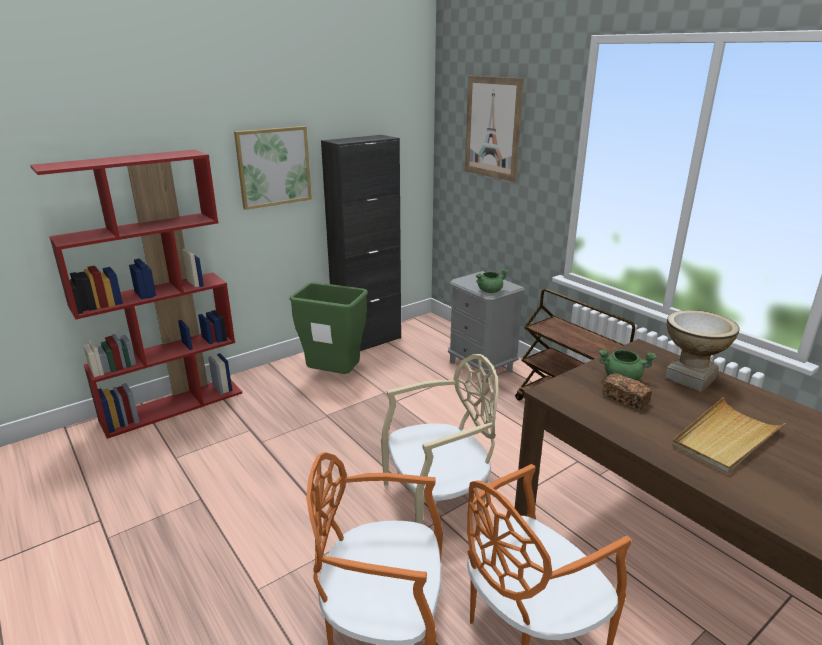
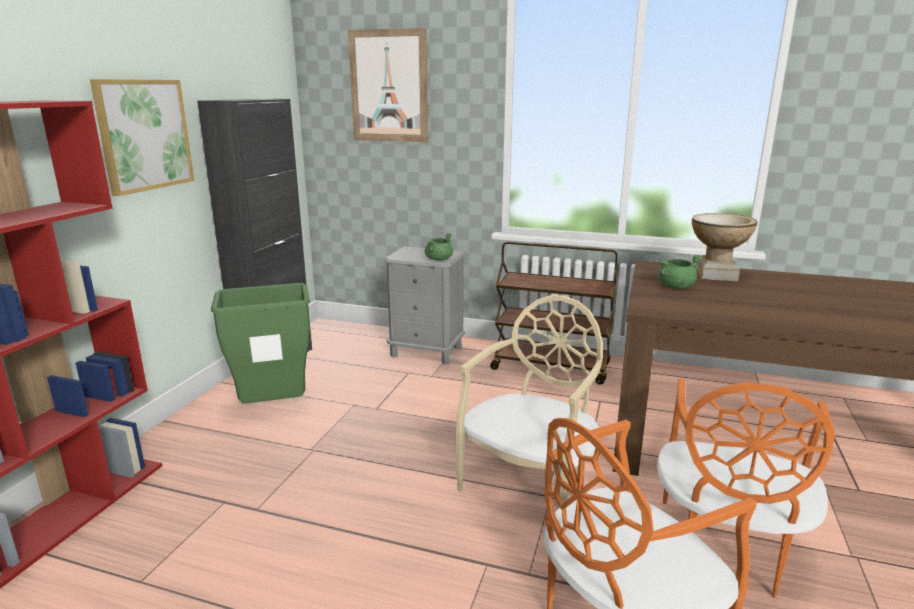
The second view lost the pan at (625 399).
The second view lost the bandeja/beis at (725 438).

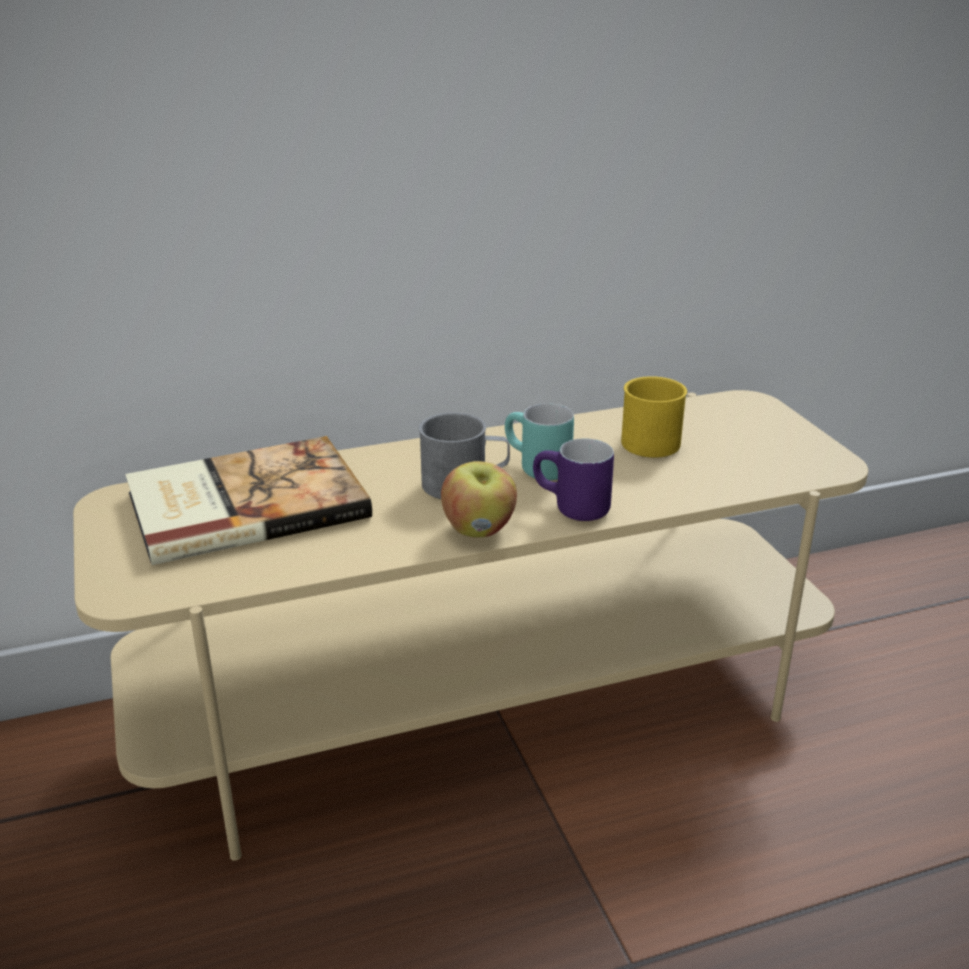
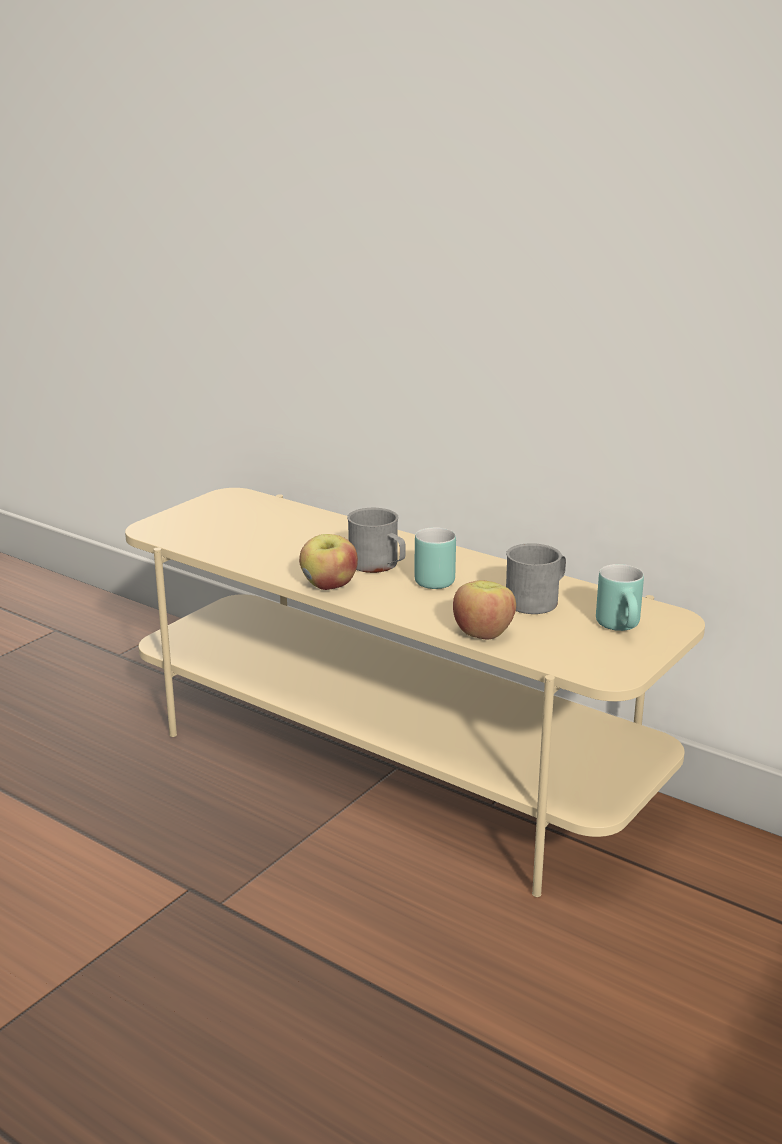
The second view gained the manzana at (483 633).
What was the taza grande/amarillo at (647 439) turned into the taza grande/gris at (537 600).
The second view gained the taza grande/turquesa at (623 628).
The second view lost the libro at (244 503).
The second view lost the taza grande/morado at (569 509).

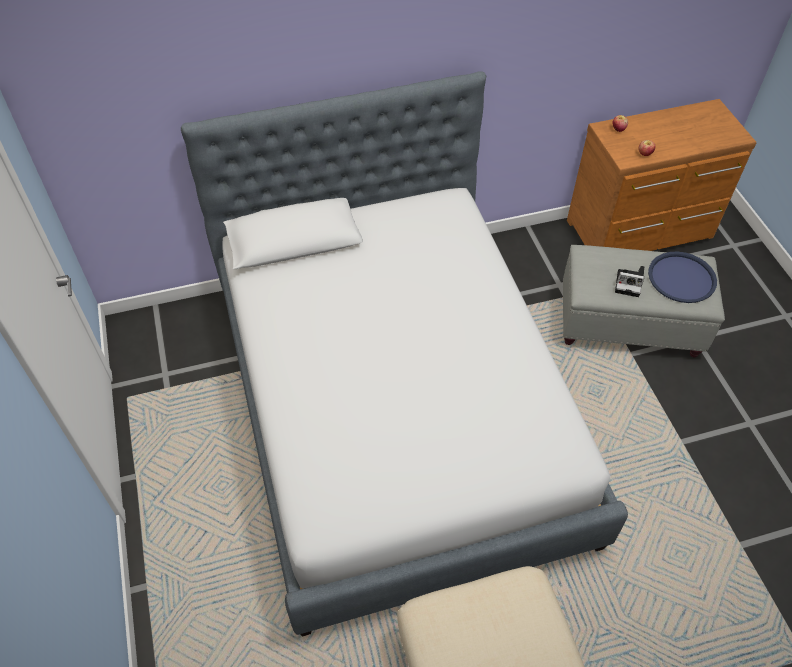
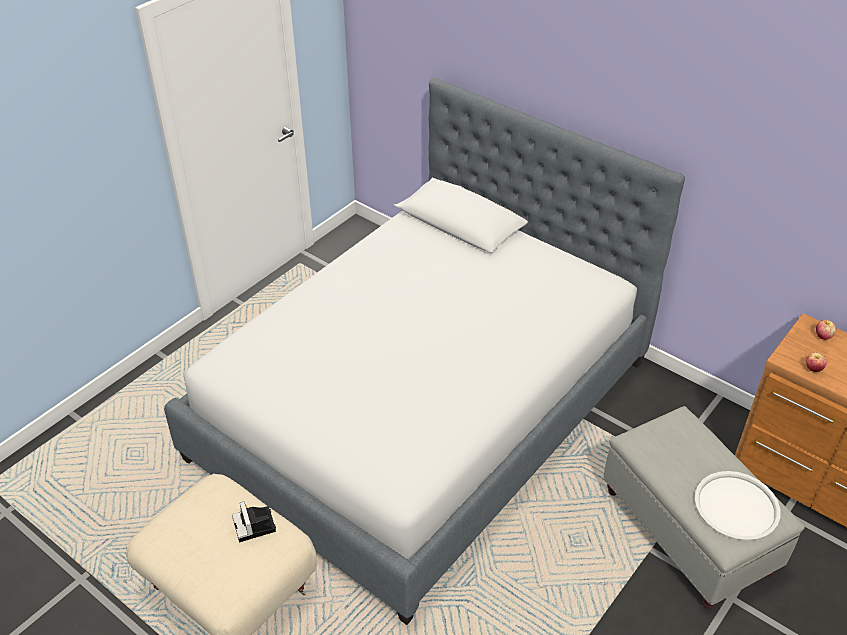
The cámara ended up elsewhere, having gone from (629 284) to (255 526).
What was the bandeja/azul at (681 278) turned into the bandeja/blanco at (736 506).

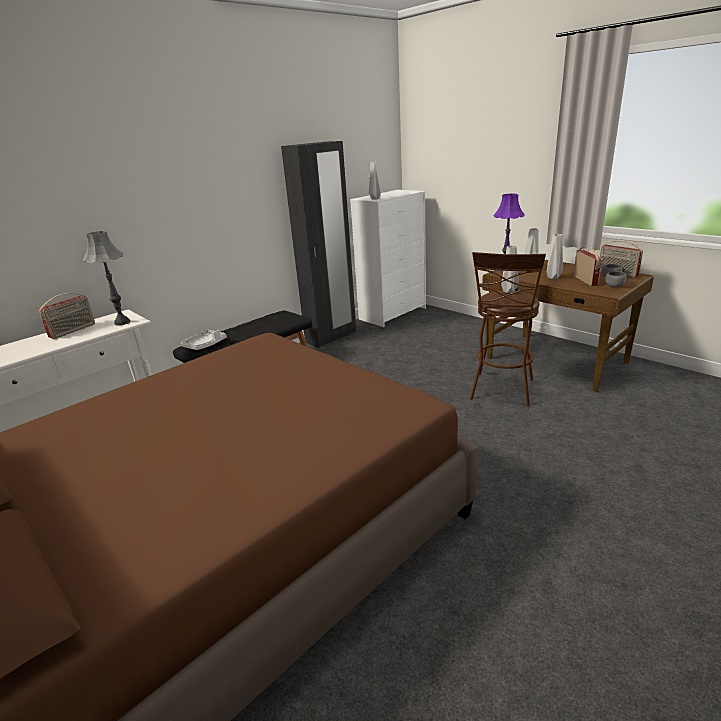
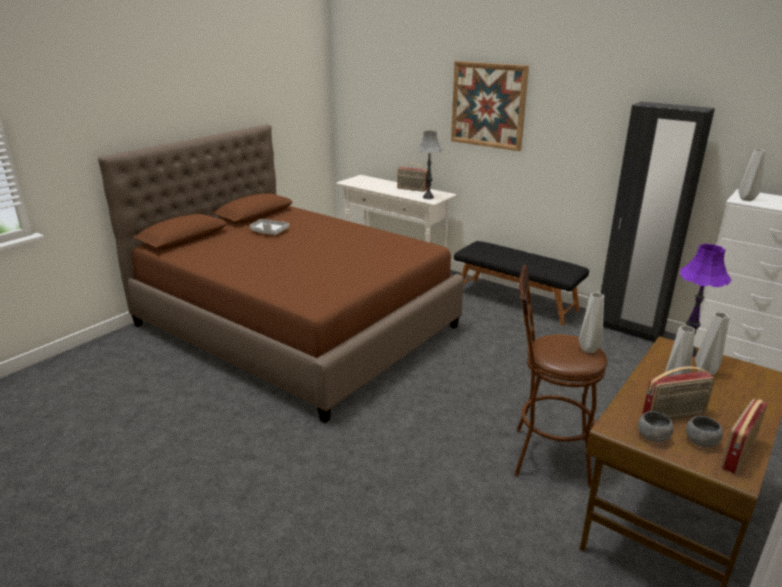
The bandeja/gris ended up elsewhere, having gone from (205 345) to (269 232).
The second view gained the cuadro at (488 105).

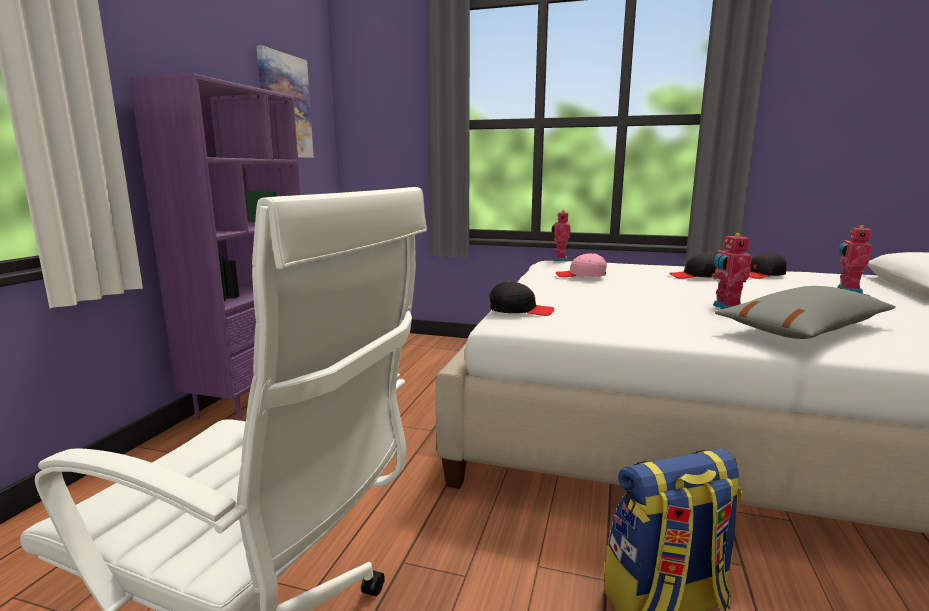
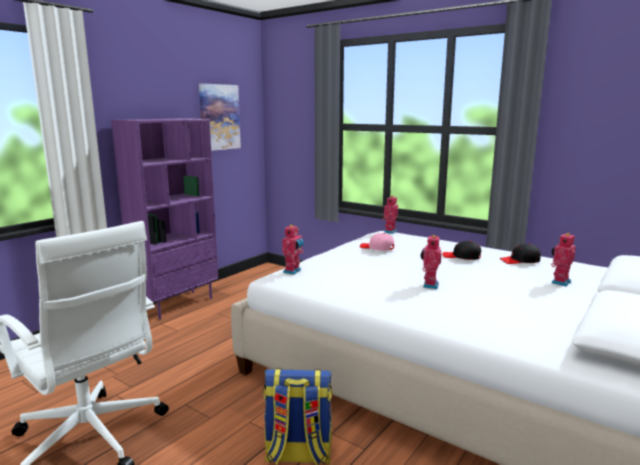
Where the gorra/negro stood at (520 310), the robot de juguete came to stand at (293 271).
The second view lost the cojín/gris at (804 329).

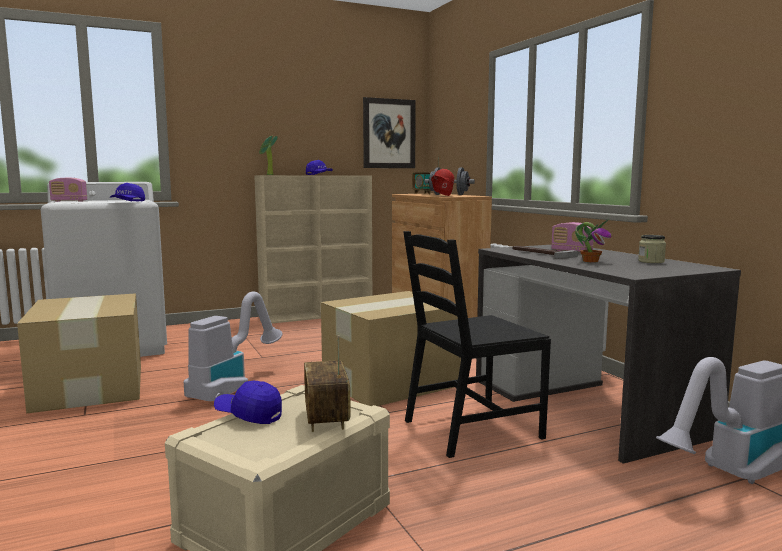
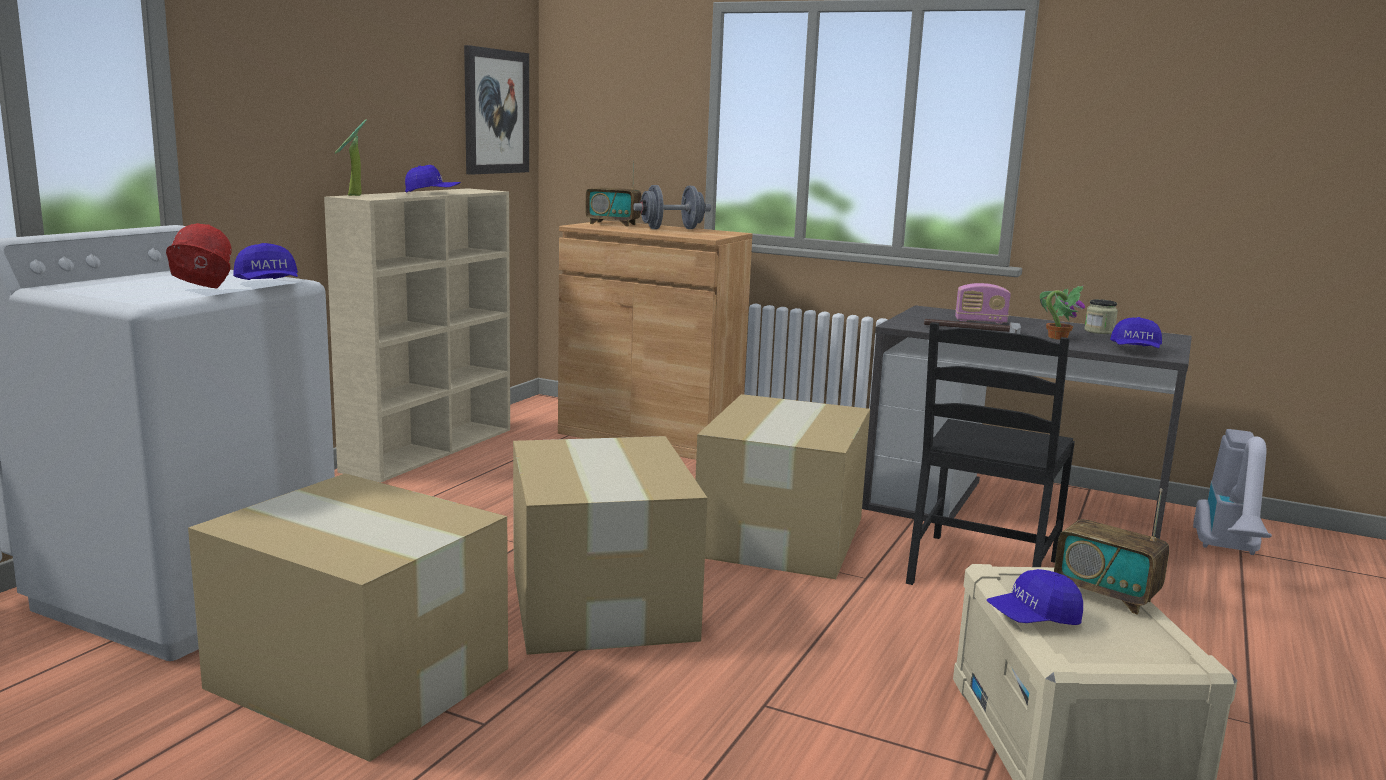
The casco/rojo ended up elsewhere, having gone from (441 196) to (200 292).
Where the aspiradora stood at (233 387), the caja de cartón came to stand at (599 603).
The second view gained the gorra/azul at (1135 350).
The second view lost the radio at (69 201).

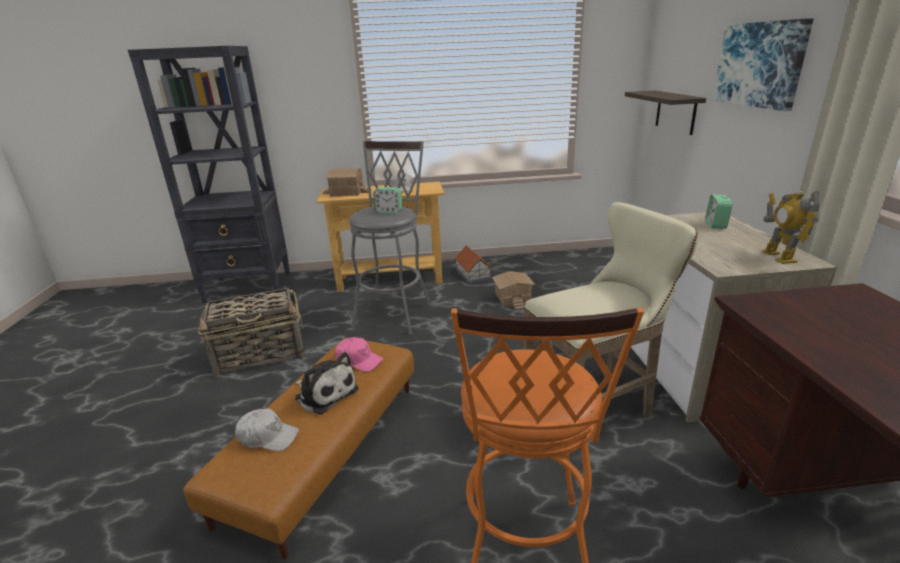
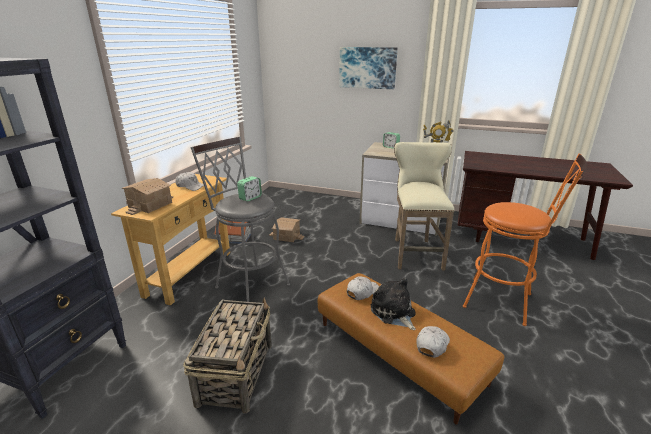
What was the gorra/rosa at (359 360) turned into the gorra/blanco at (362 292).
The peluche at (325 393) ended up facing another way, 90 degrees counterclockwise from before.
The second view lost the estante at (675 112).

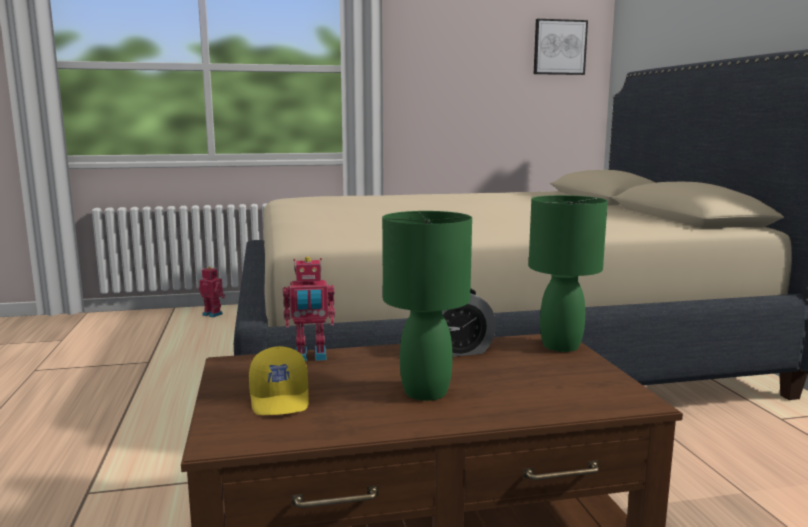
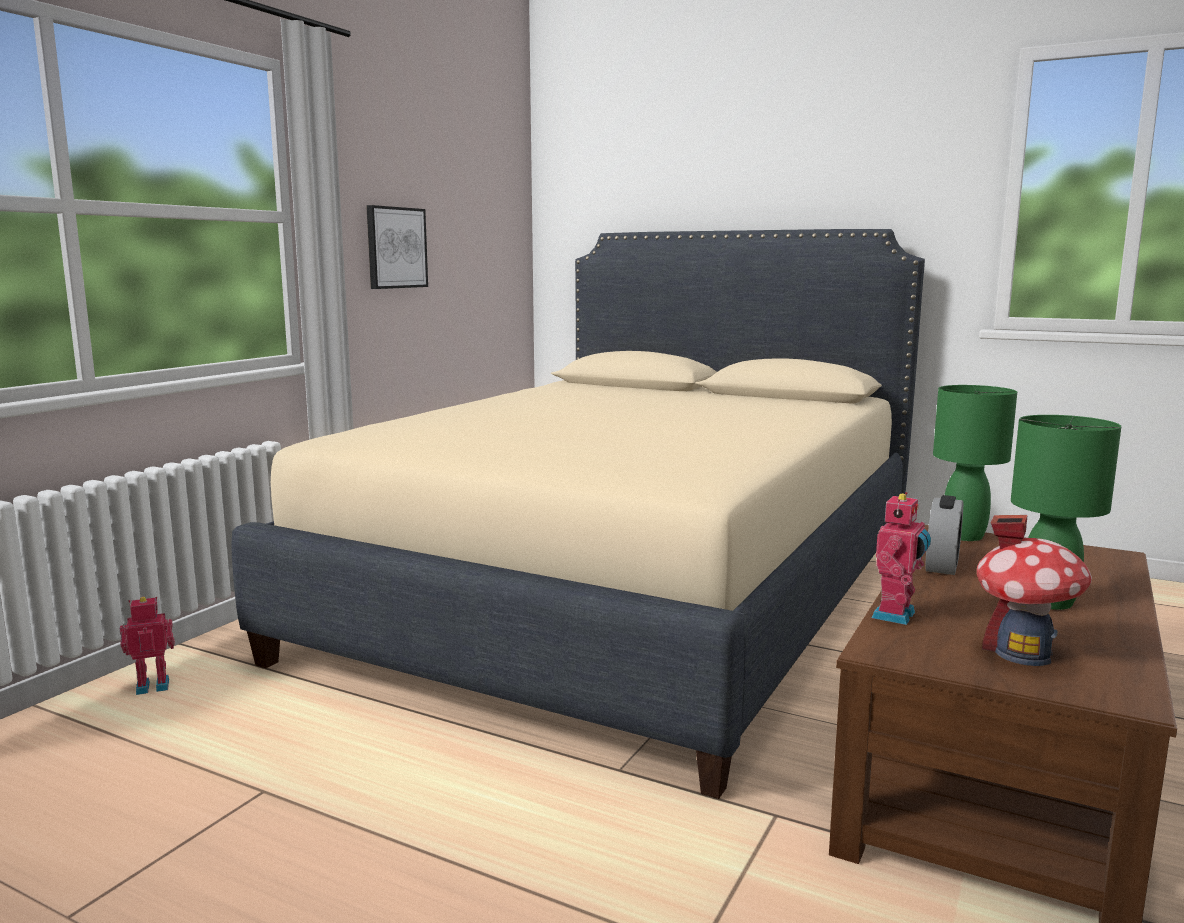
The cuadro ended up elsewhere, having gone from (559 47) to (395 247).
Where the gorra/amarillo stood at (281 399), the casita came to stand at (1023 653).

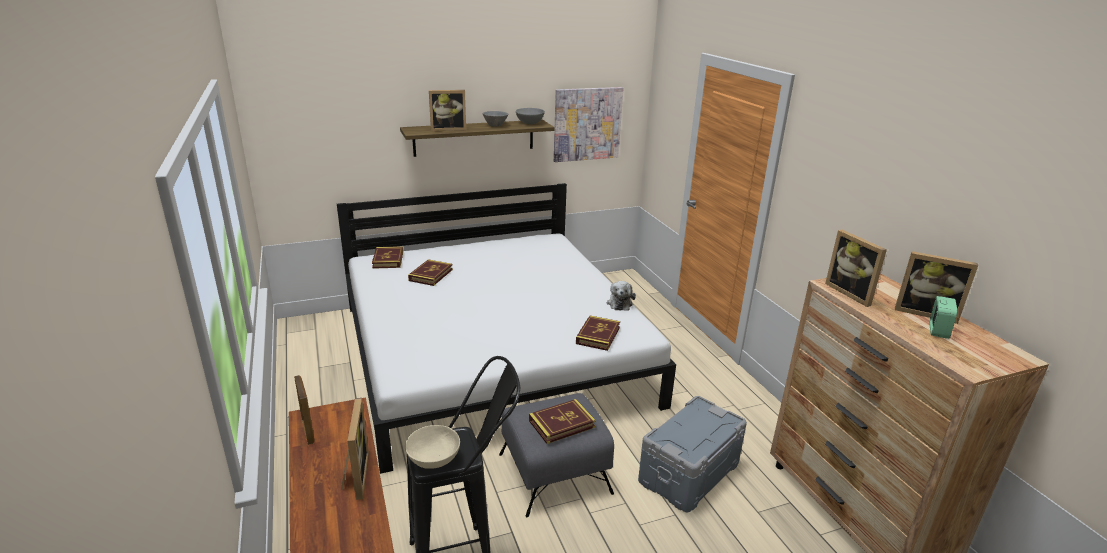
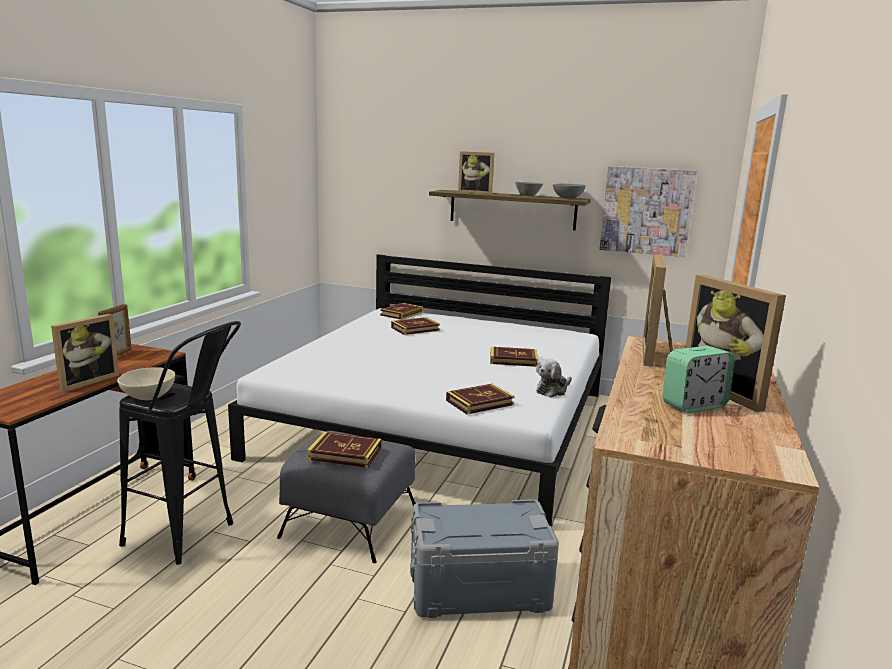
The second view gained the libro at (513 360).

